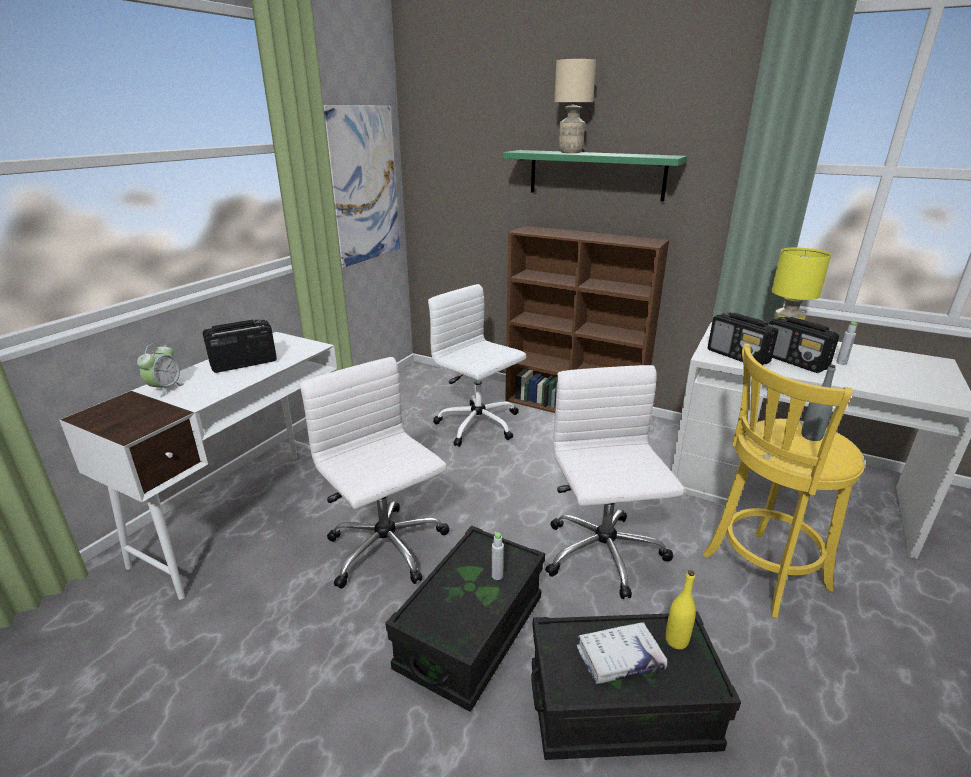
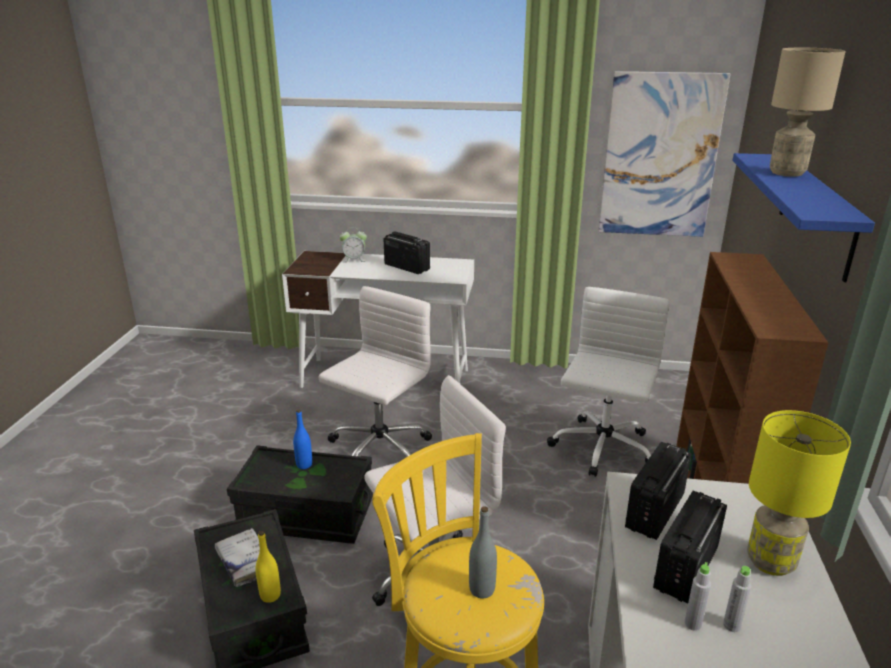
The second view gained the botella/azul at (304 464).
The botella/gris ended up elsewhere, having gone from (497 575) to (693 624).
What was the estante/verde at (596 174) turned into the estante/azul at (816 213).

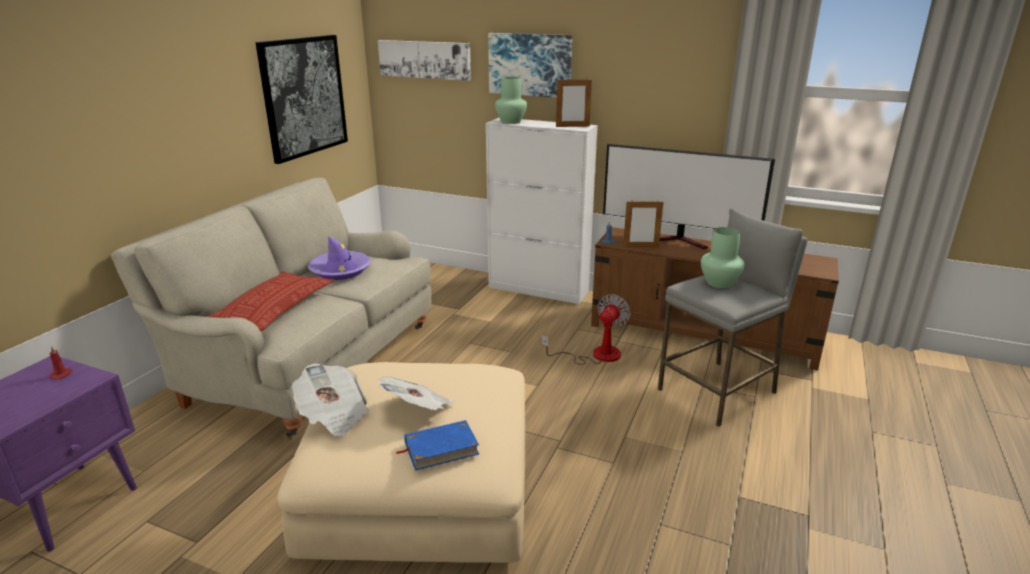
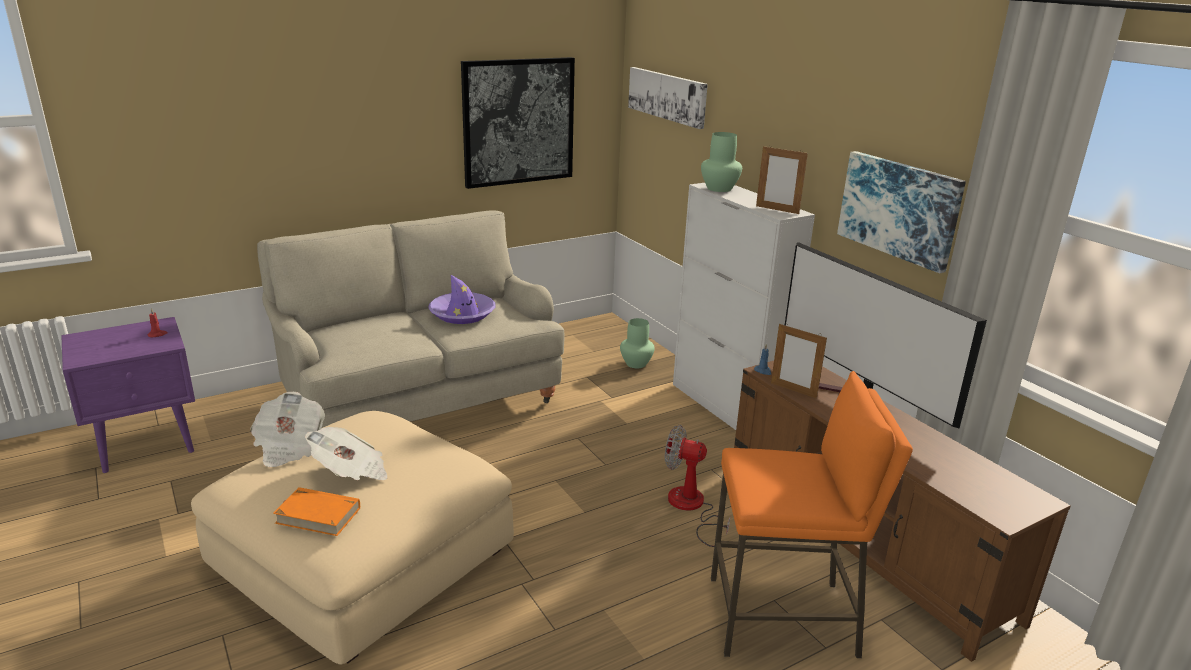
What was the libro/azul at (441 448) turned into the libro/naranja at (318 515).
The florero/verde ended up elsewhere, having gone from (718 283) to (636 363).
The ventilador at (596 355) ended up facing another way, 135 degrees counterclockwise from before.
What was the taburete/gris at (718 391) turned into the taburete/naranja at (783 617).
The cuadro ended up elsewhere, having gone from (530 64) to (899 209).
The second view lost the cojín at (275 307).

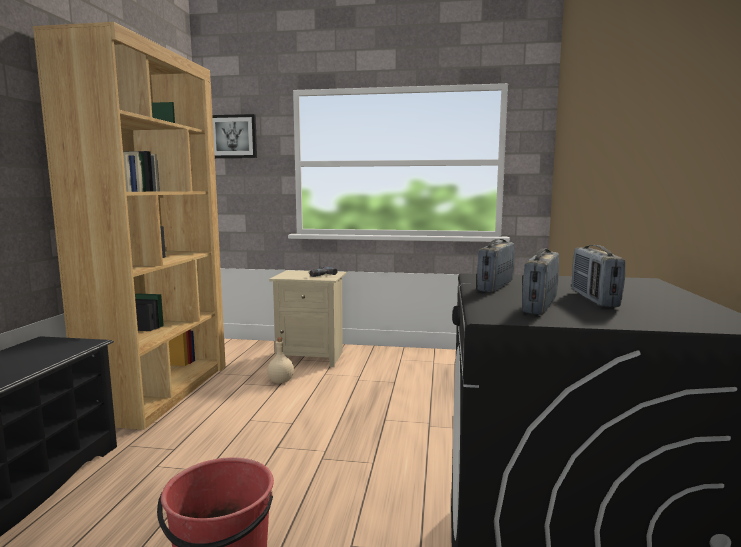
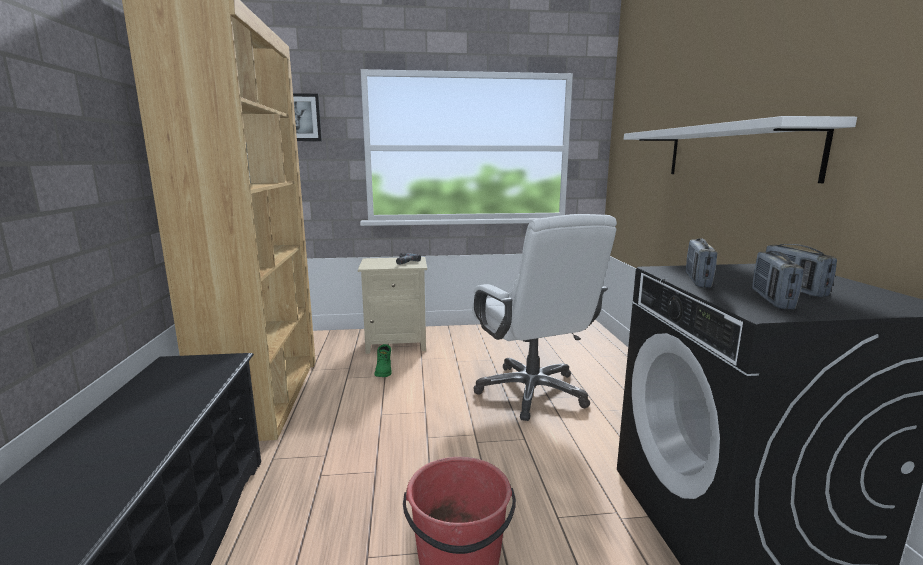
Where the botella/beis stood at (281 381), the bota/verde came to stand at (384 371).
The second view gained the silla de oficina/blanco at (532 392).
The second view gained the estante/blanco at (734 152).

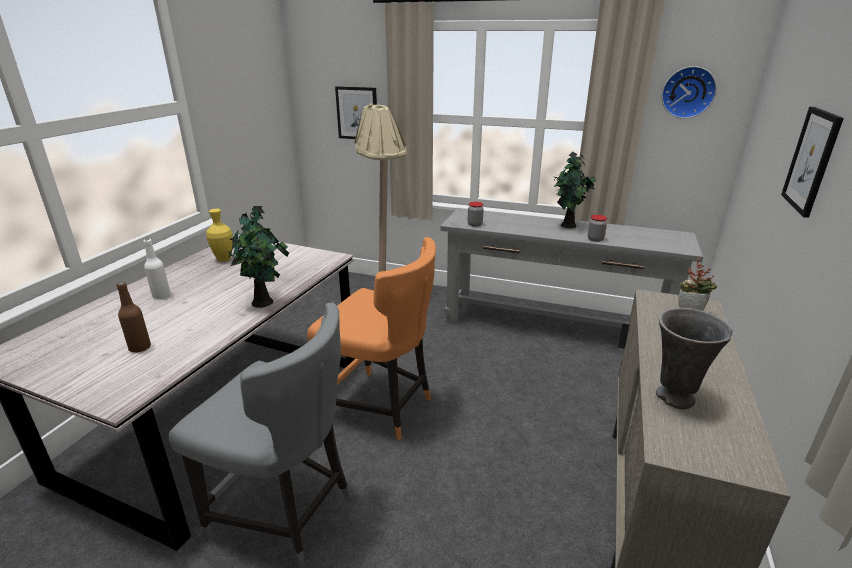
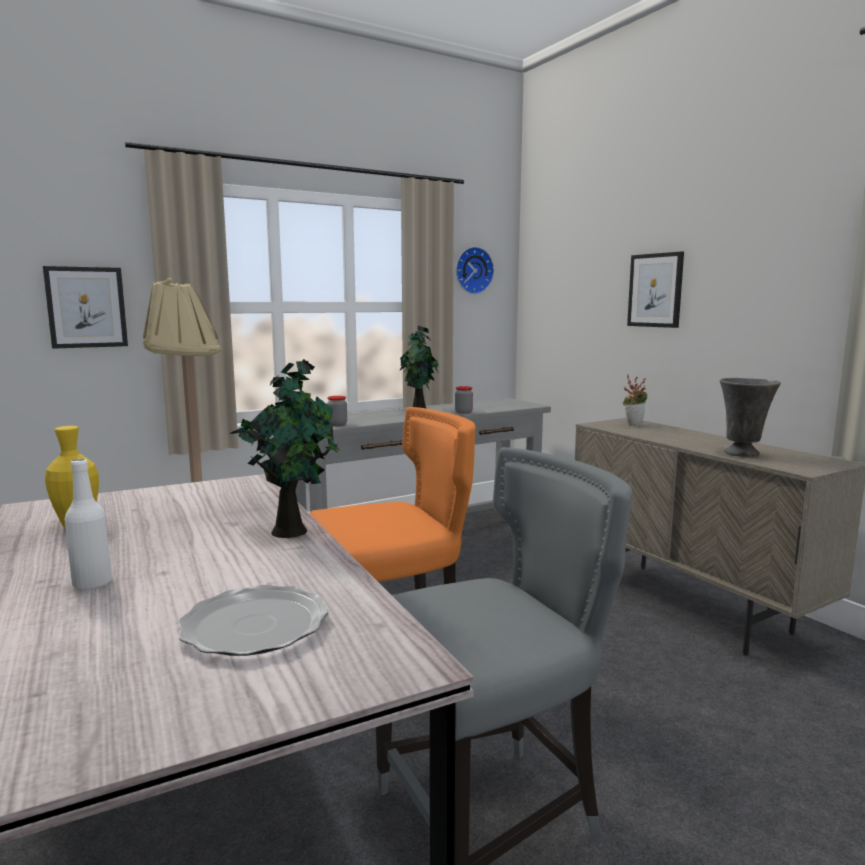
Where the botella/marrón stood at (140 348), the plato came to stand at (256 625).

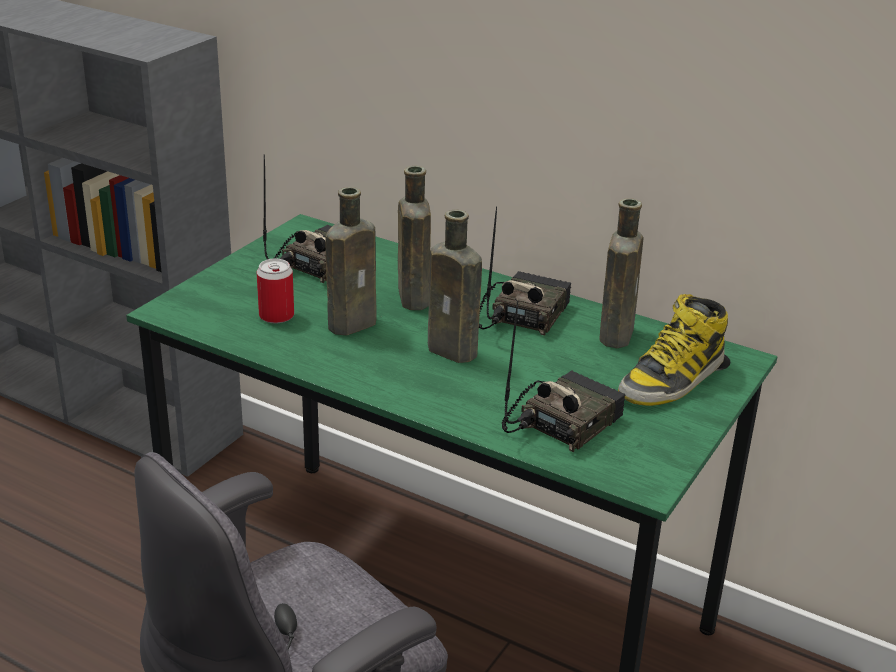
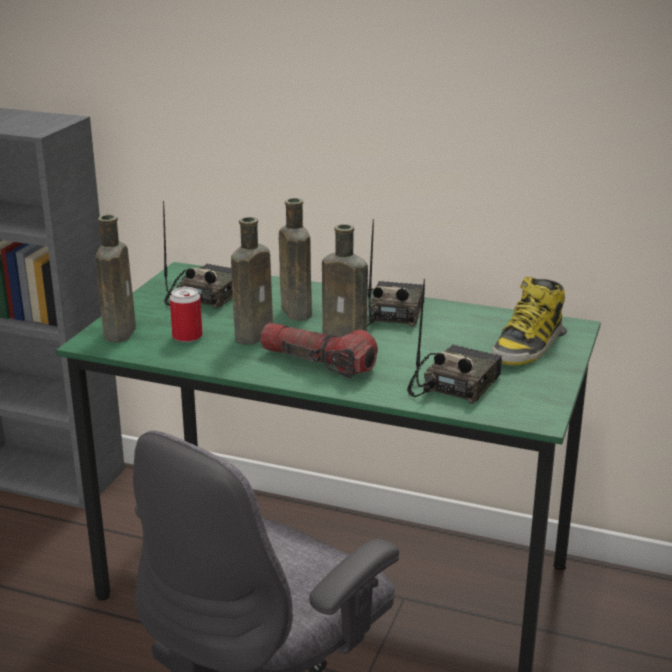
The botella/marrón ended up elsewhere, having gone from (616 333) to (120 331).
The second view gained the linterna at (318 363).

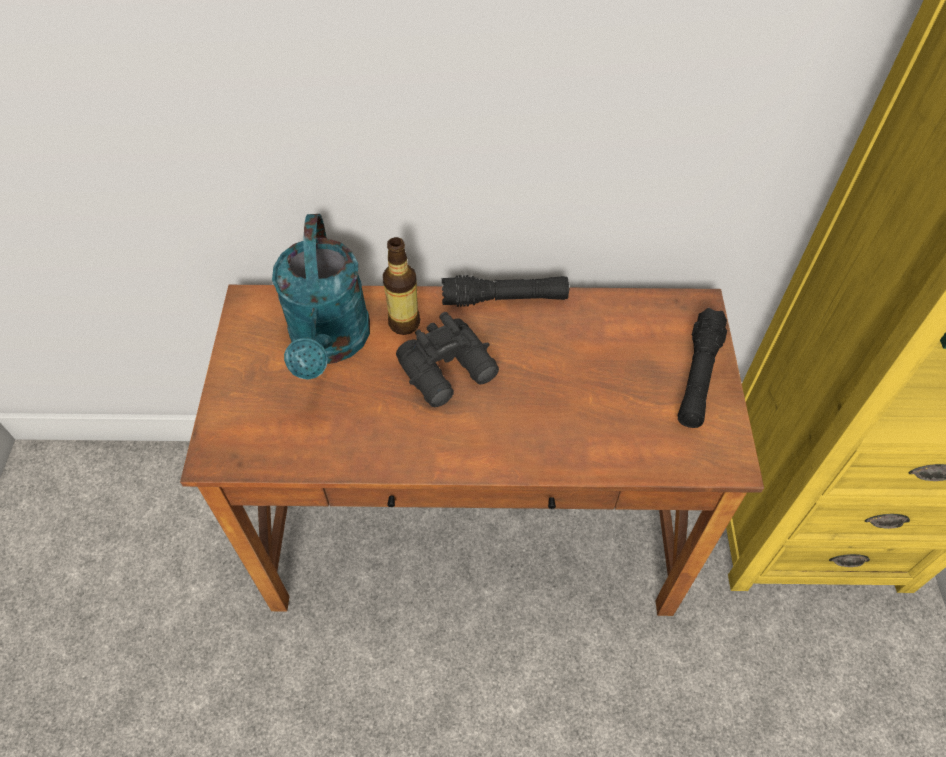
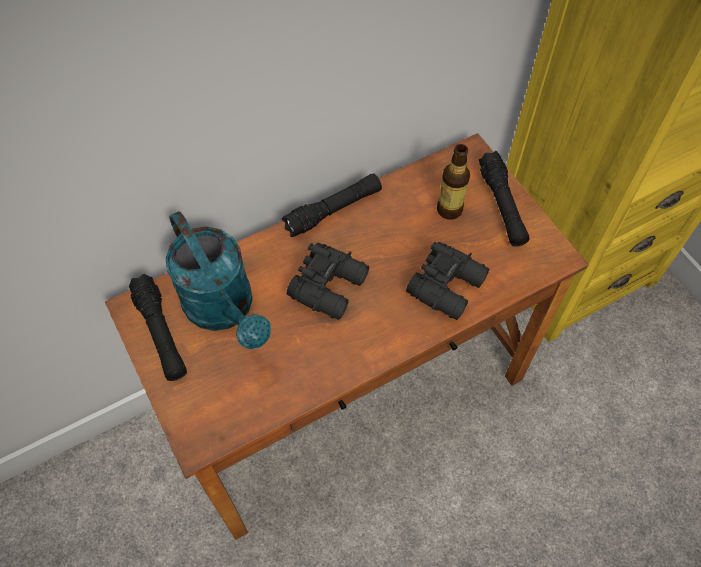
The second view gained the linterna/negro at (161 333).
The second view gained the prismáticos/negro at (449 286).
The botella ended up elsewhere, having gone from (404 323) to (449 209).

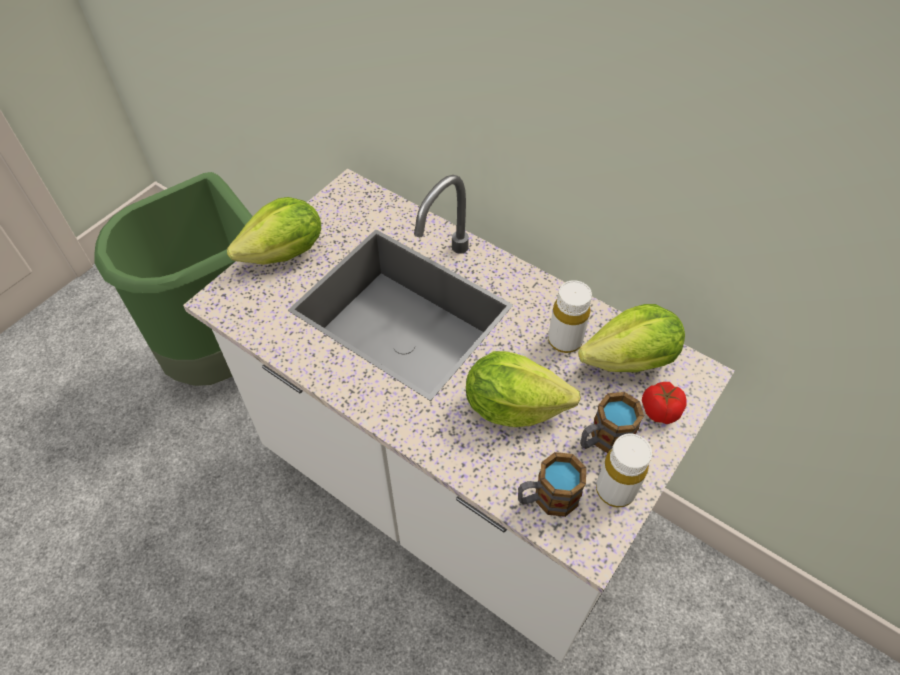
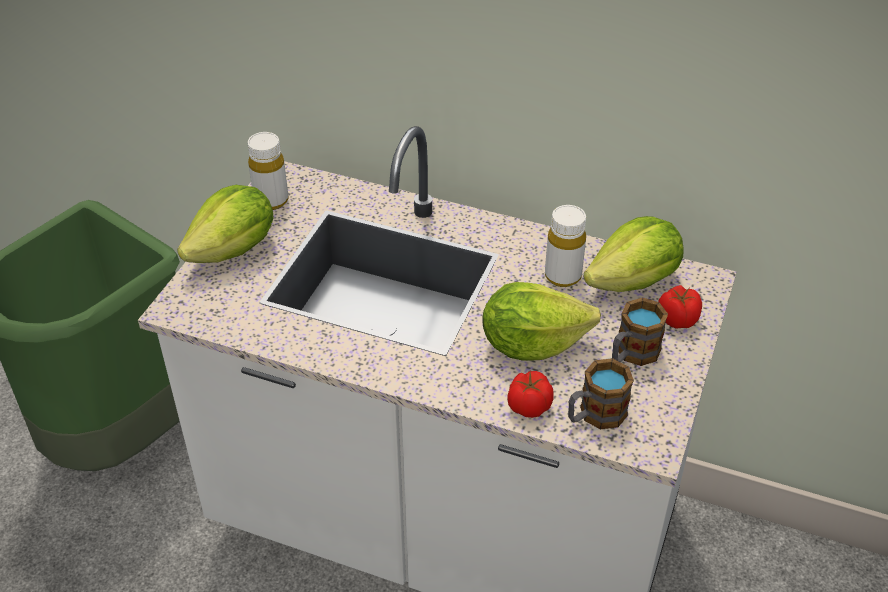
The botella/blanco ended up elsewhere, having gone from (615 490) to (271 200).
The second view gained the tomate at (528 406).

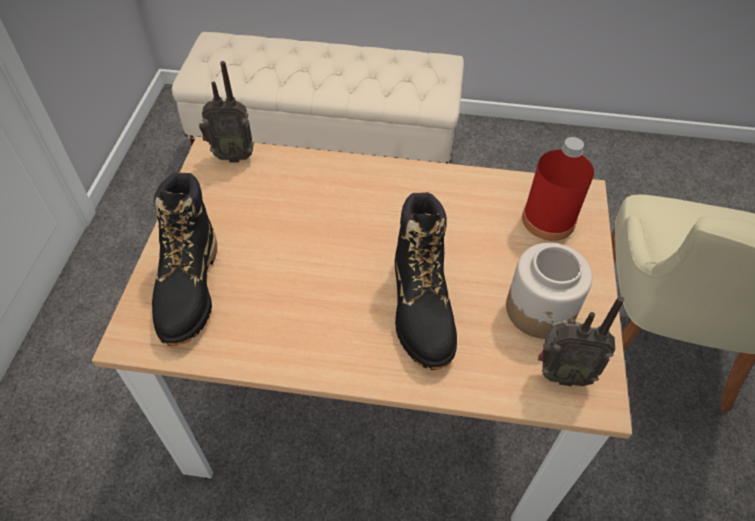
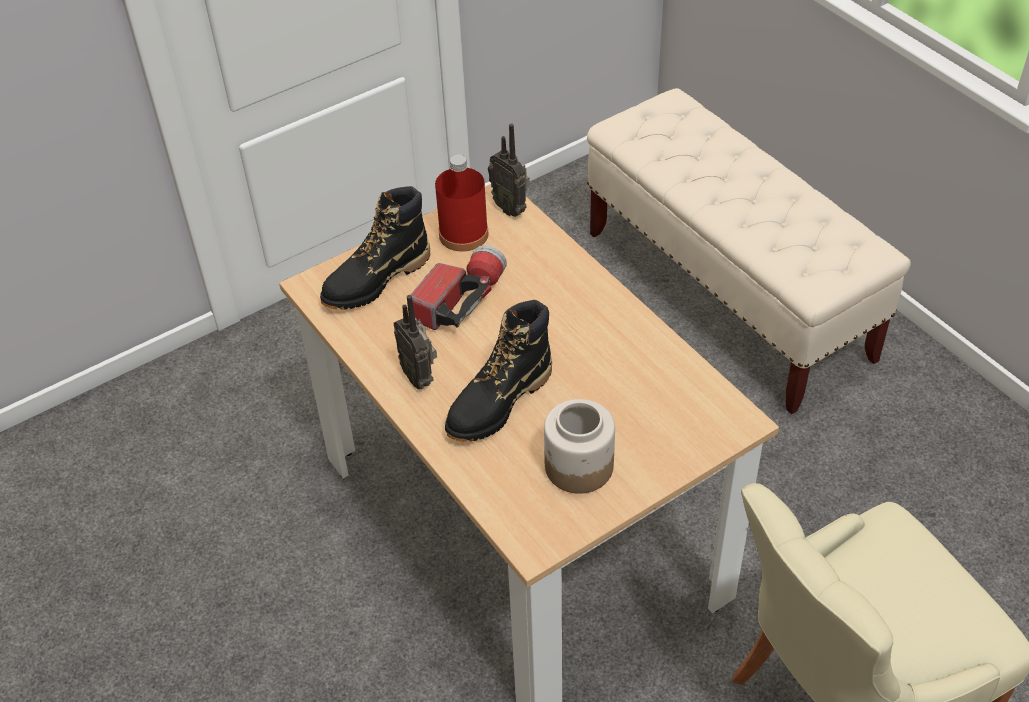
The radio ended up elsewhere, having gone from (561 373) to (419 377).
The second view gained the linterna at (460 299).
The botella/rojo ended up elsewhere, having gone from (548 220) to (463 234).

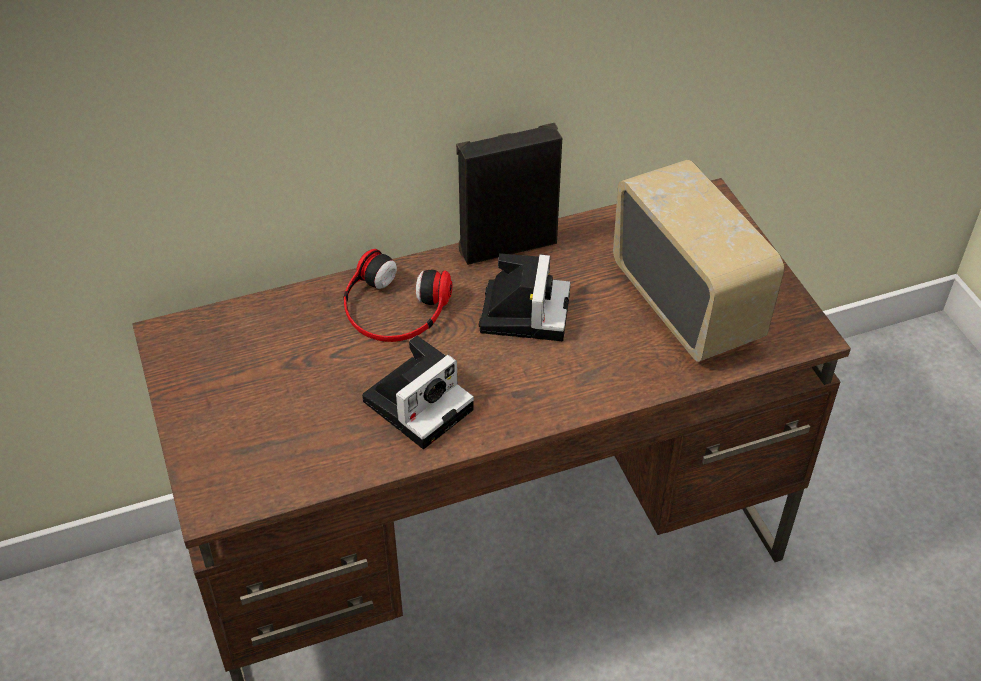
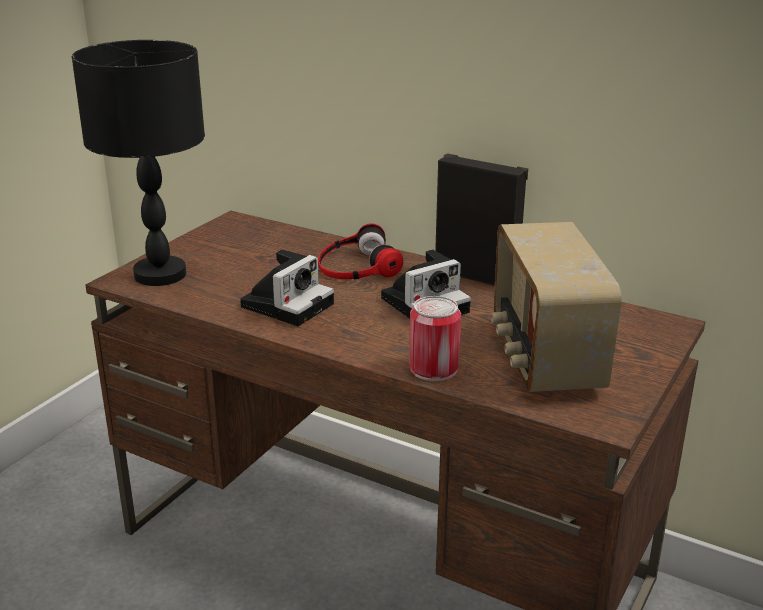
The second view gained the lámpara de mesa/negro at (159 274).
The cámara at (420 402) ended up facing another way, 60 degrees counterclockwise from before.
The second view gained the lata at (433 368).
The radio at (687 304) ended up facing another way, 150 degrees clockwise from before.

